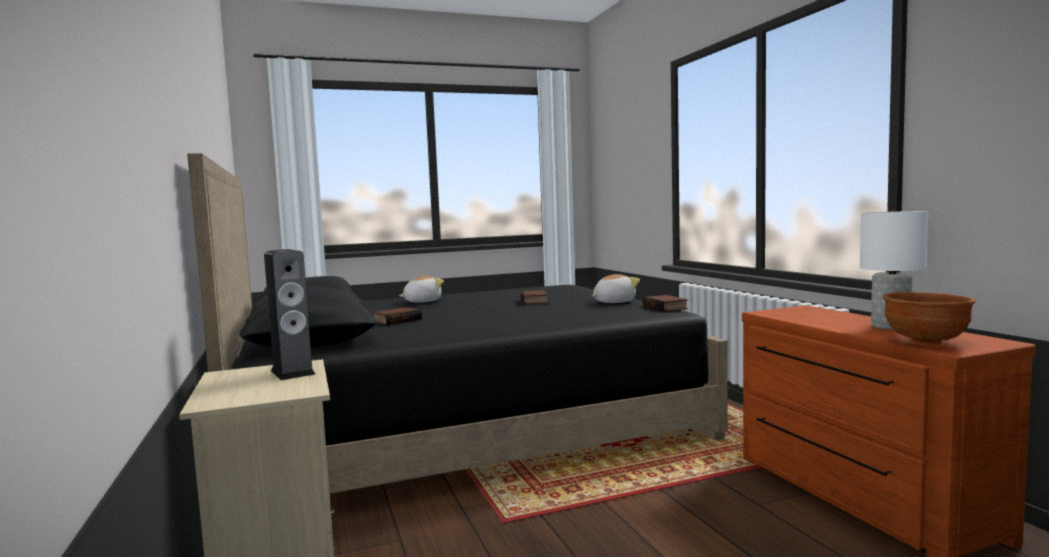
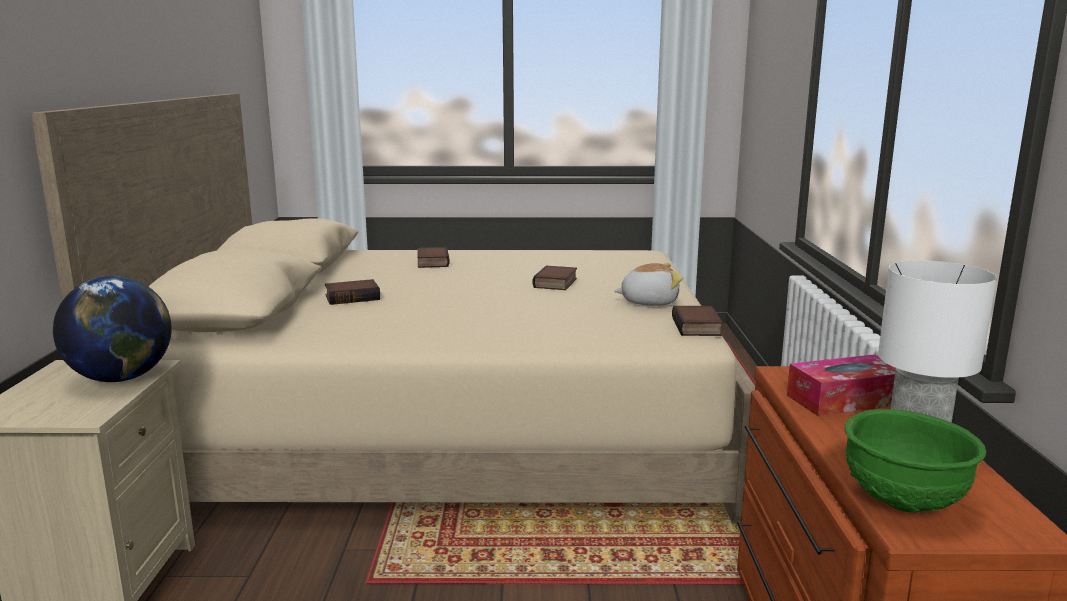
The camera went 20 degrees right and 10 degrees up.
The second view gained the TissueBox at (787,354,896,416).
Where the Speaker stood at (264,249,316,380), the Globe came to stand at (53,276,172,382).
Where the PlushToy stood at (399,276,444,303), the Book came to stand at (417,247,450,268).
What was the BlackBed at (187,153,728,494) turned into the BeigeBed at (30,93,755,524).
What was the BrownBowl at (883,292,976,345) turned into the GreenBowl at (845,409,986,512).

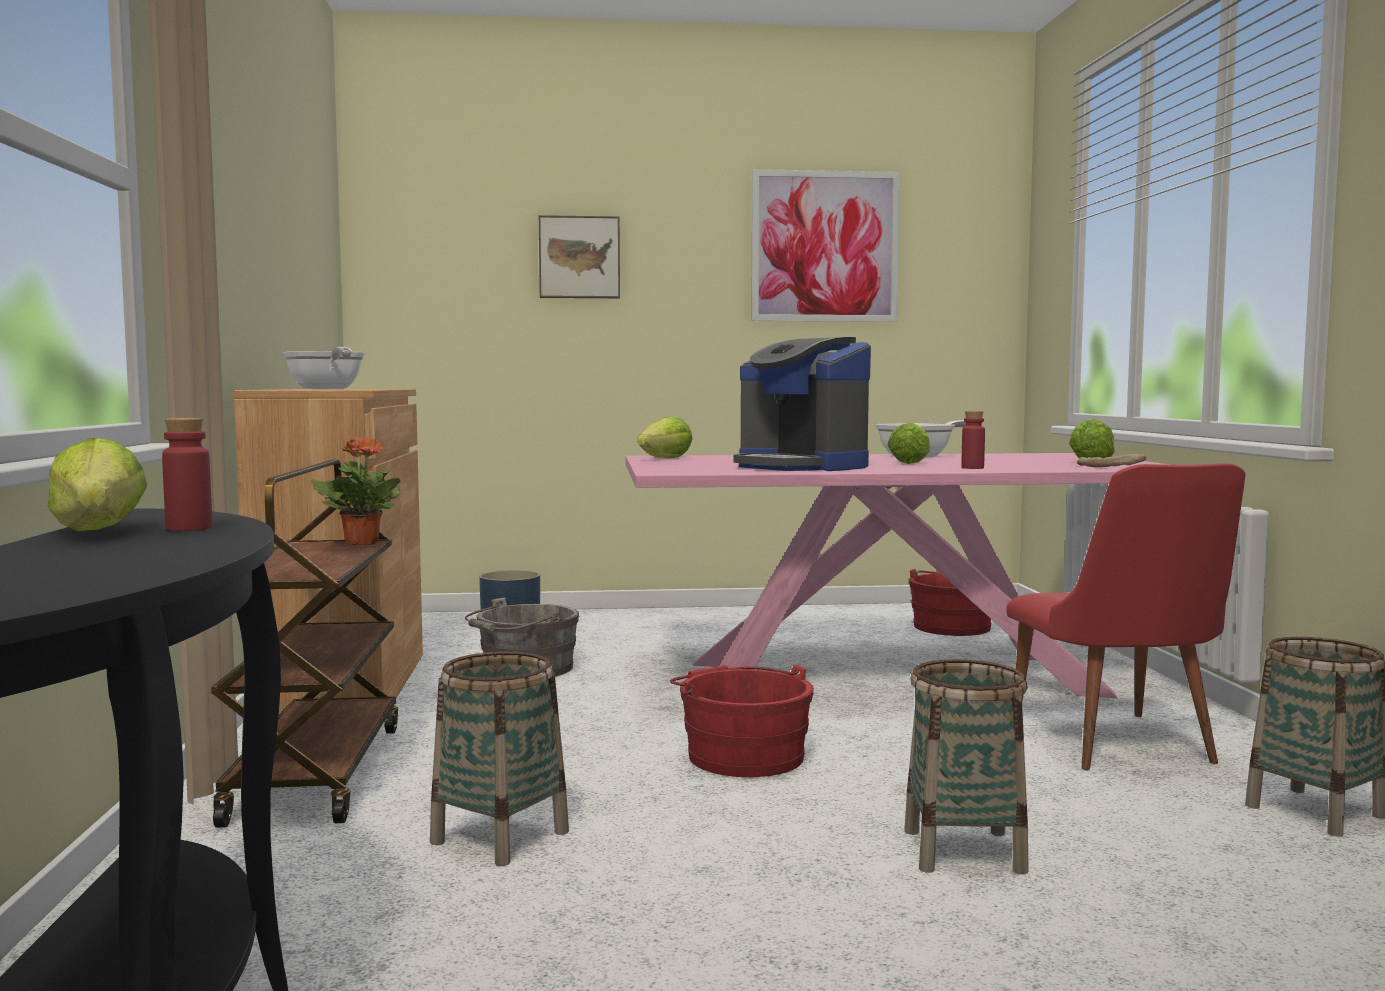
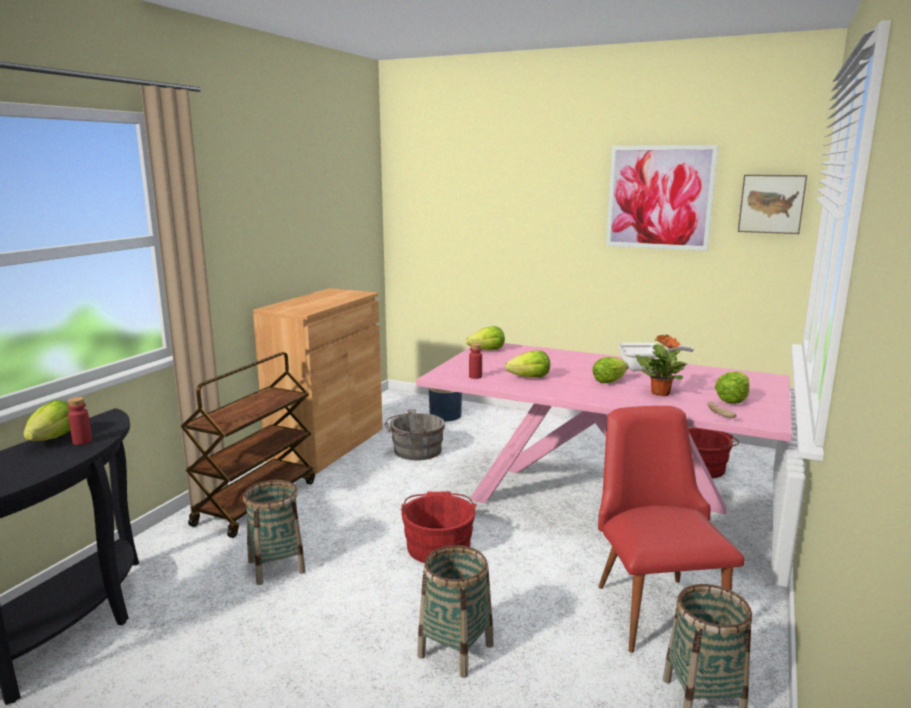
The camera went 30 degrees right and 10 degrees up.
The second view lost the FryingPan at (283,347,365,389).
The PottedPlant ended up elsewhere, having gone from (311,437,401,546) to (636,334,686,396).
The Picture ended up elsewhere, having gone from (539,215,620,298) to (738,175,807,234).
The RedBottle ended up elsewhere, having gone from (961,411,985,469) to (469,343,482,379).
Where the CoffeeMachine stood at (734,337,871,471), the Lettuce came to stand at (505,350,550,378).
The RedChair at (1006,463,1246,770) ended up facing another way, 150 degrees clockwise from before.

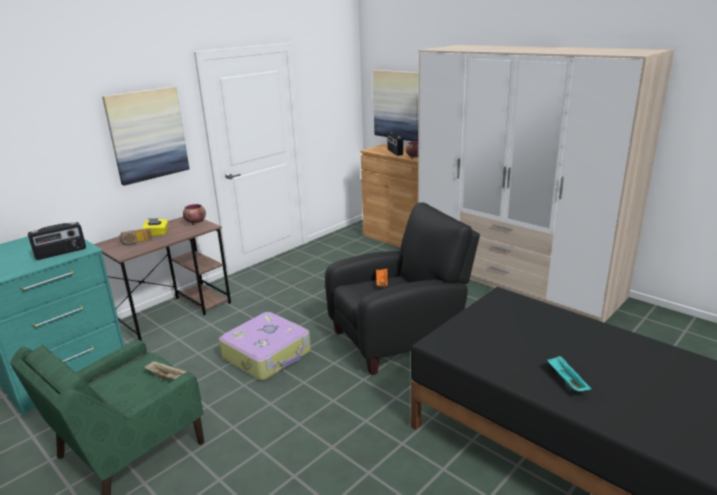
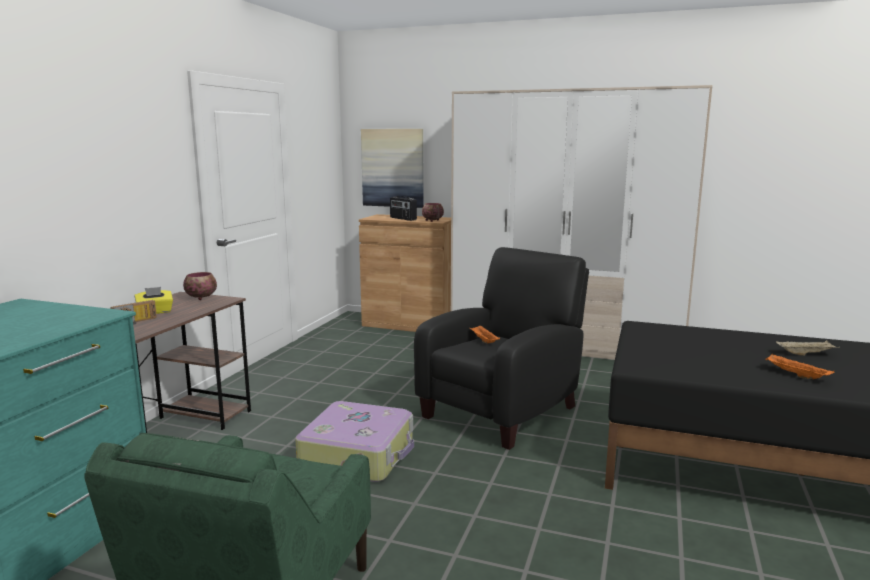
The camera went 25 degrees left and 10 degrees down.
The second view lost the Radio at (28,222,86,260).
The second view lost the Picture at (102,87,190,186).
The BeigeTray ended up elsewhere, having gone from (144,361,187,379) to (776,340,840,356).
What was the TurquoiseTray at (547,356,591,391) turned into the OrangeTray at (765,354,834,379).

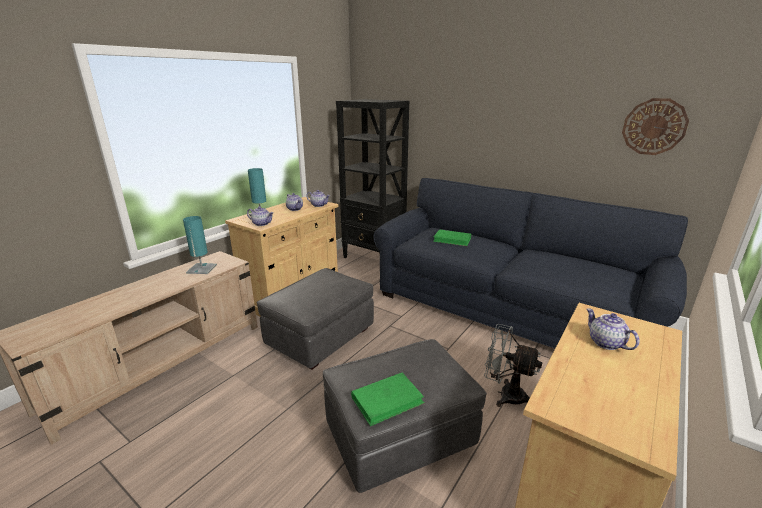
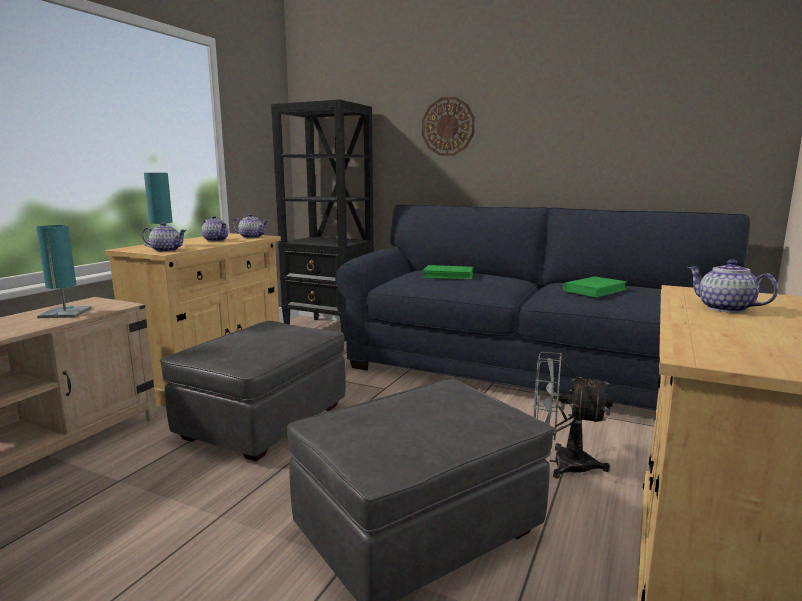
The camera went 10 degrees left and 10 degrees down.
The GreenBook ended up elsewhere, having gone from (351,372,425,426) to (563,276,628,297).
The WallClock ended up elsewhere, having gone from (622,98,689,155) to (422,97,475,156).

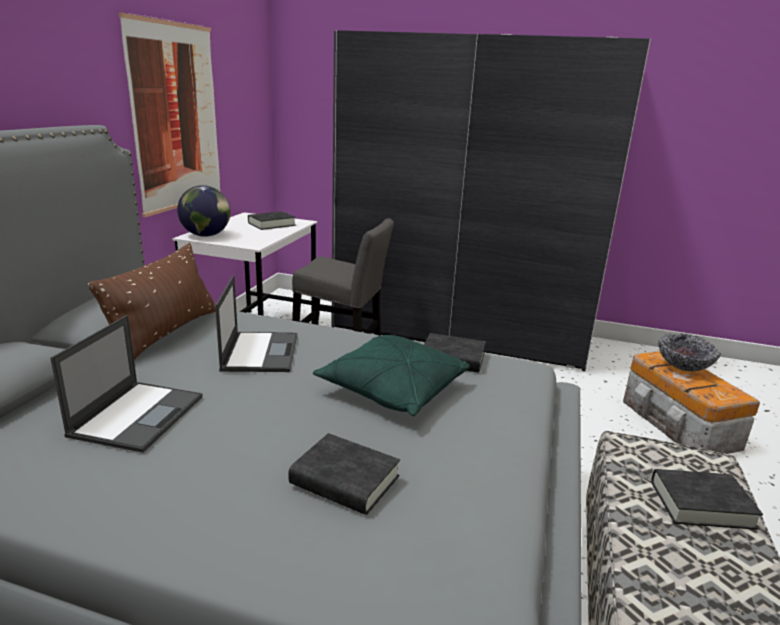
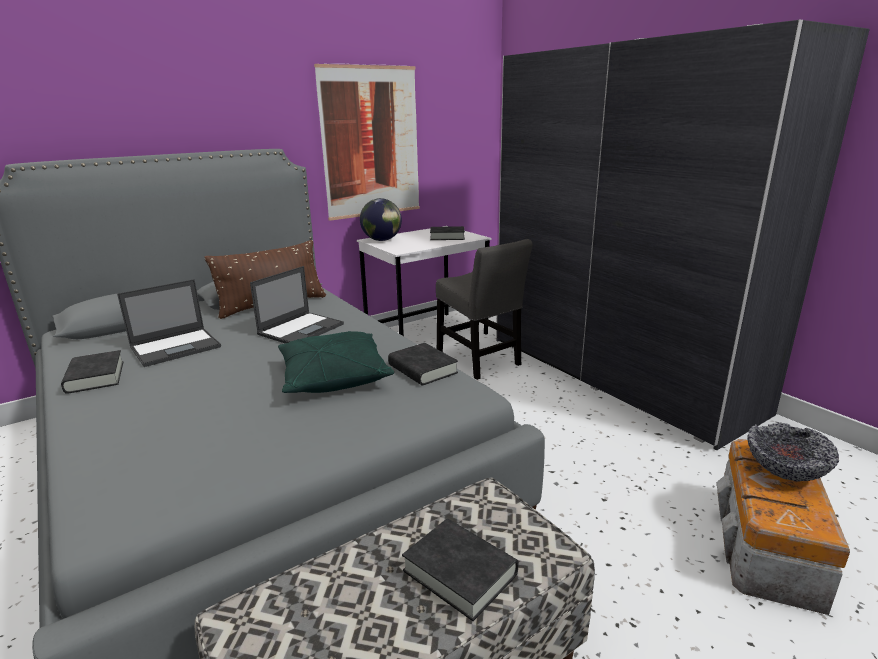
The camera went 40 degrees right and 0 degrees up.
The BlackBook ended up elsewhere, having gone from (288,433,400,515) to (61,350,124,394).

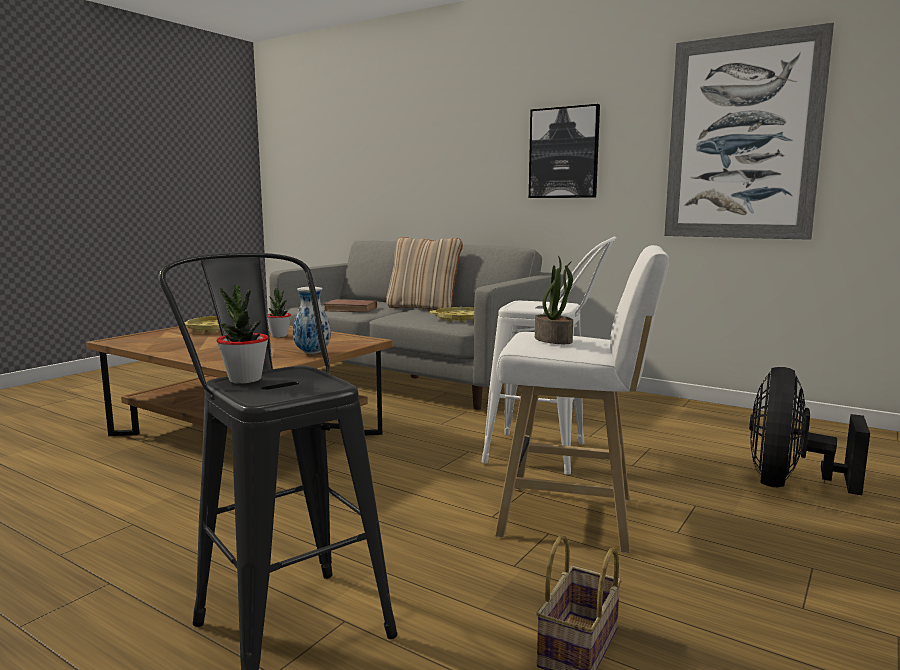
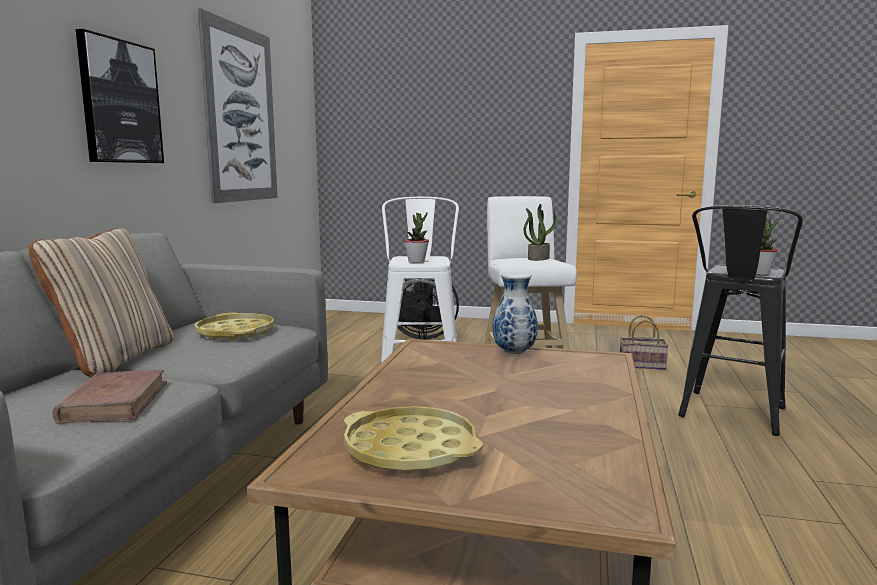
The camera went 110 degrees left and 0 degrees up.
The PottedPlant ended up elsewhere, having gone from (267,288,291,338) to (404,213,429,263).

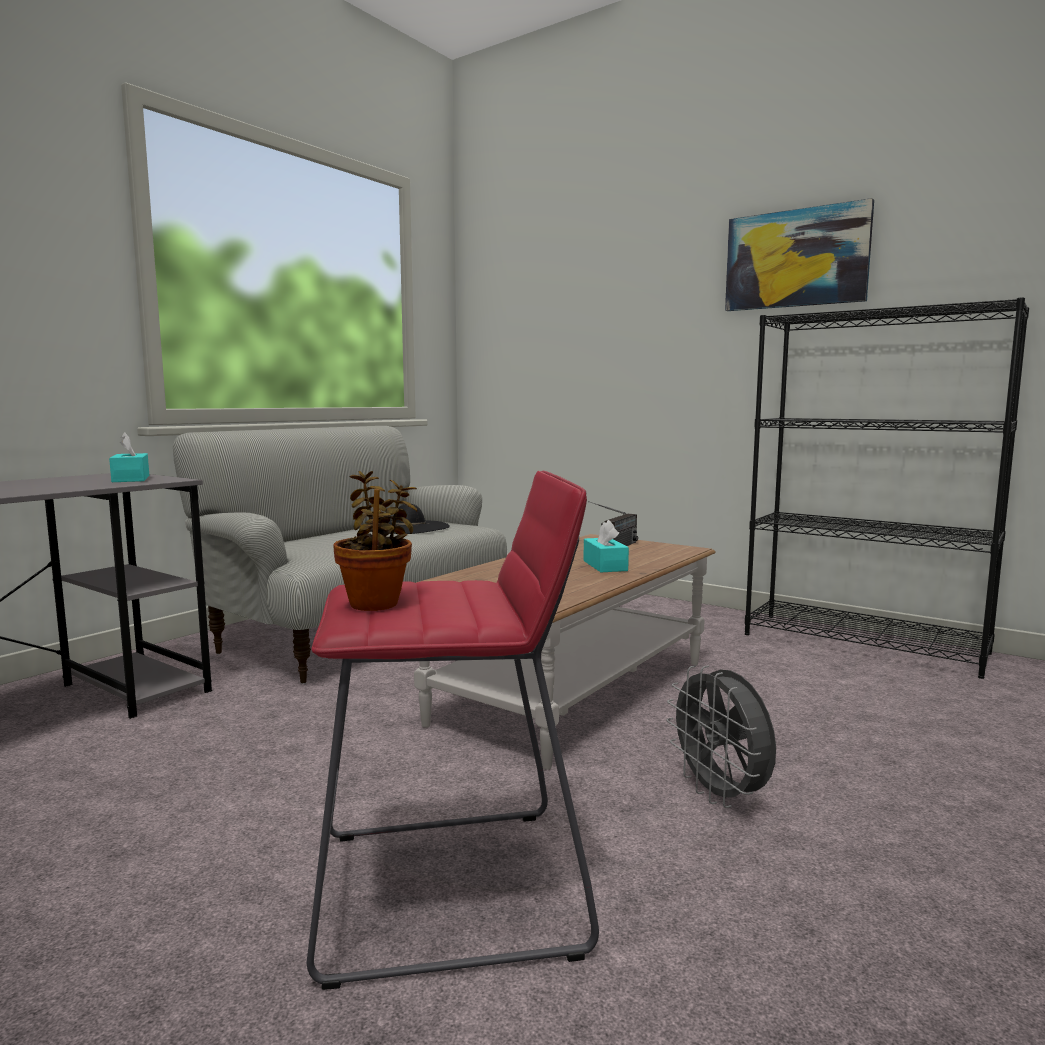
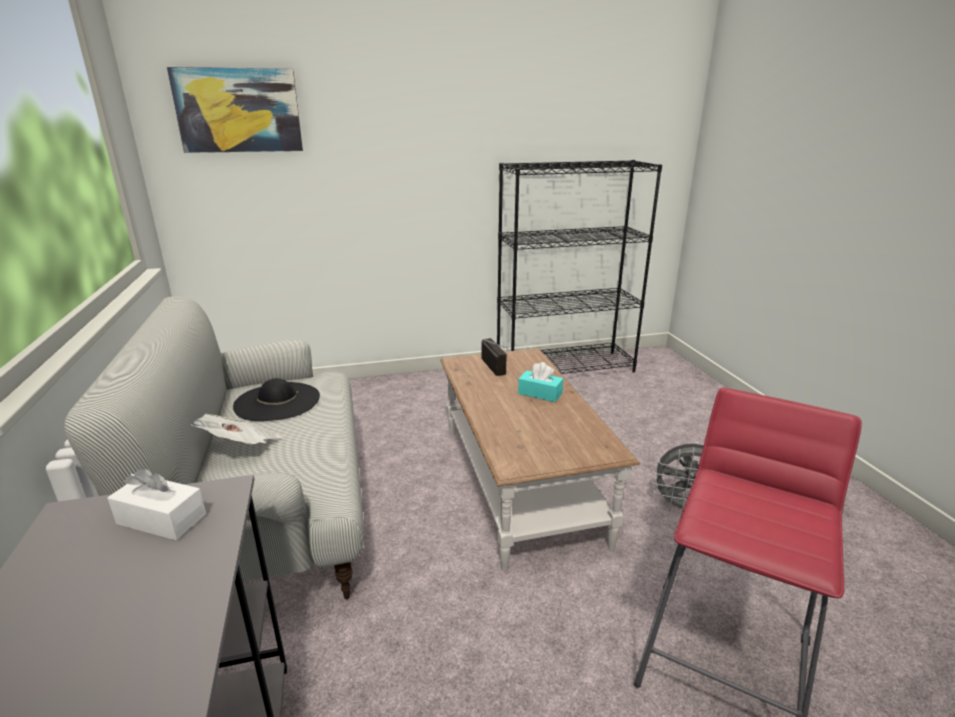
The camera went 50 degrees left and 15 degrees up.
The second view lost the PottedPlant at (333,471,417,611).
The second view gained the Newspaper at (191,414,282,445).
The Picture ended up elsewhere, having gone from (725,198,874,311) to (167,67,303,153).
What was the TurquoiseTissueBox at (109,432,149,482) turned into the WhiteTissueBox at (108,467,206,540).

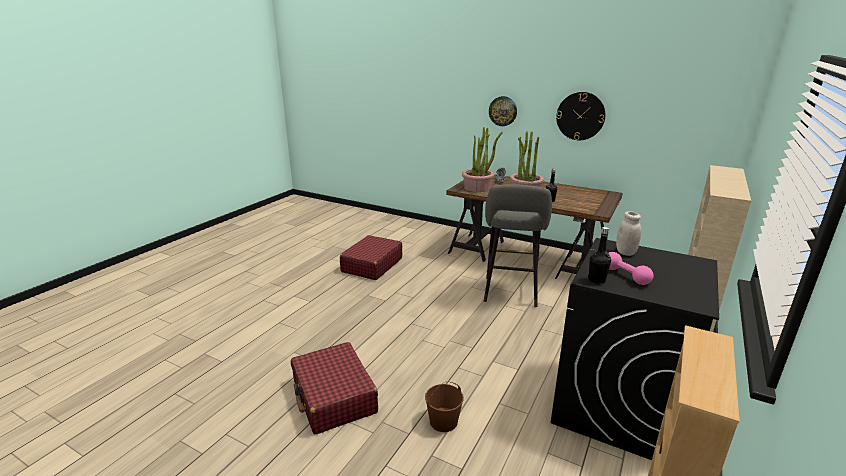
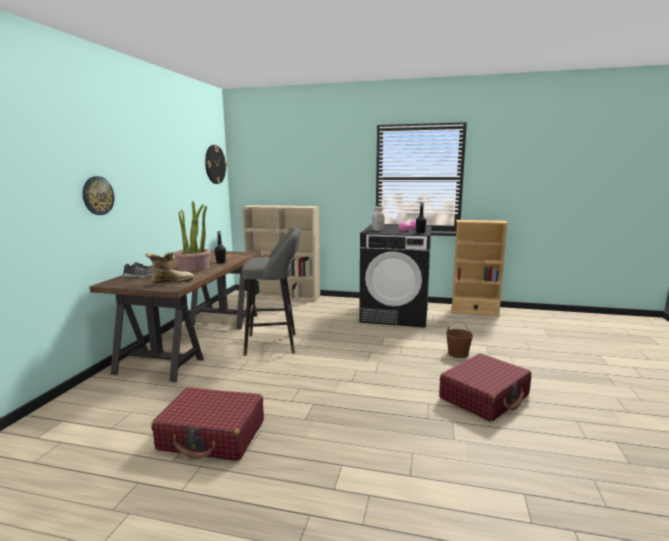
The camera went 105 degrees left and 10 degrees down.
The WallClock ended up elsewhere, having gone from (556,92,605,140) to (205,145,227,184).
Where the PottedPlant stood at (462,127,503,192), the Boot came to stand at (146,252,194,283).

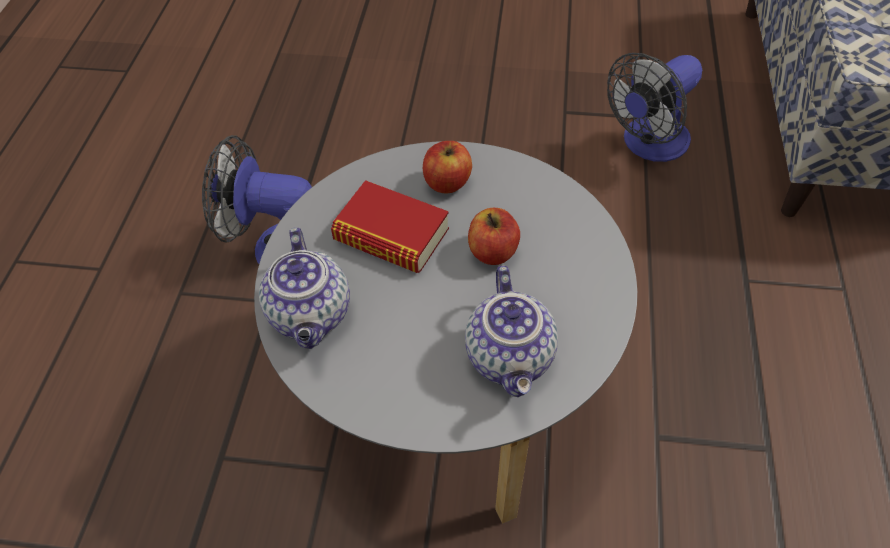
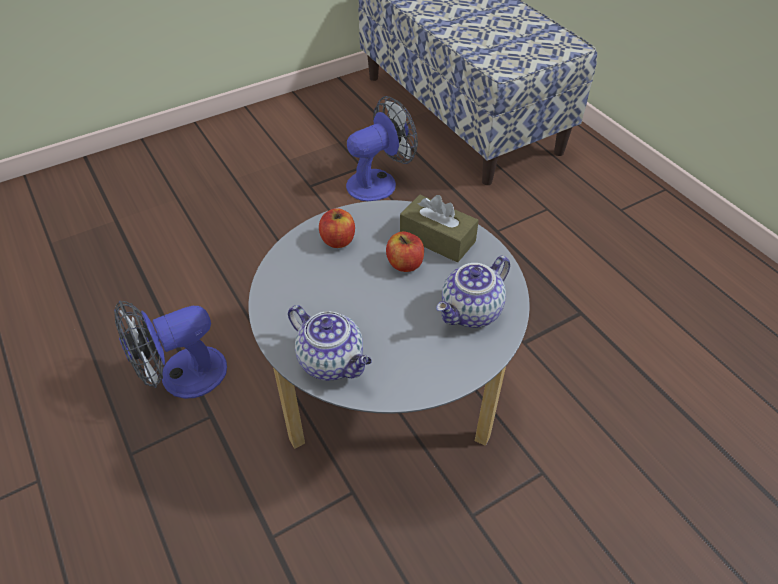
The camera went 40 degrees left and 5 degrees down.
The second view lost the Book at (331,180,449,273).
The second view gained the BrownTissueBox at (400,195,479,262).
The Teapot at (465,266,558,397) ended up facing another way, 90 degrees clockwise from before.
The Fan at (607,53,702,162) ended up facing another way, 135 degrees counterclockwise from before.

